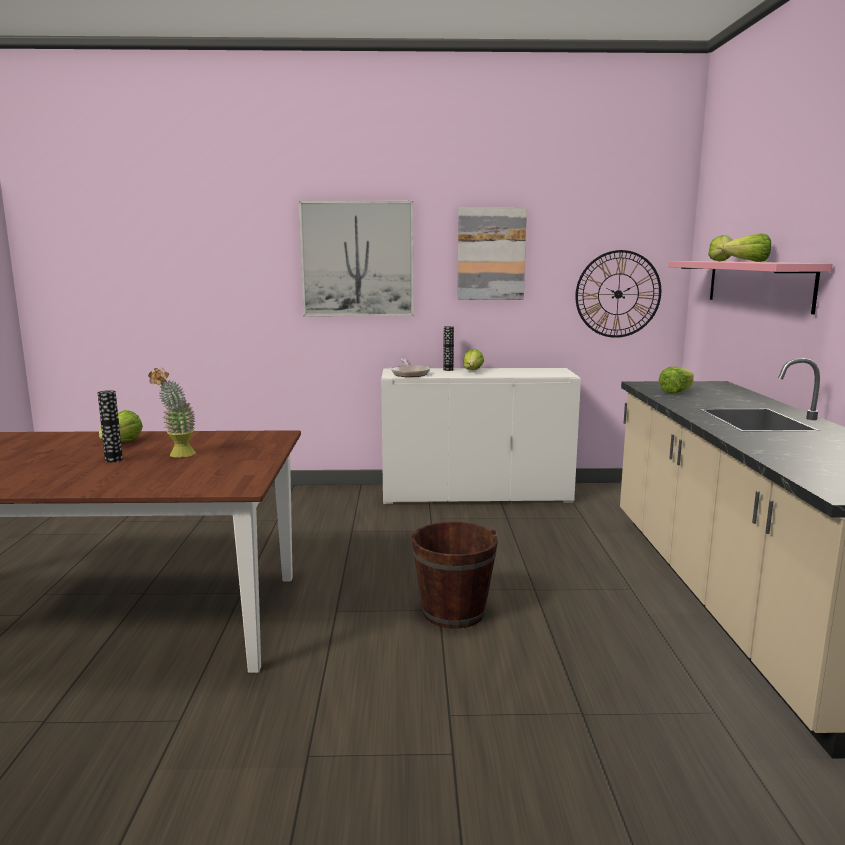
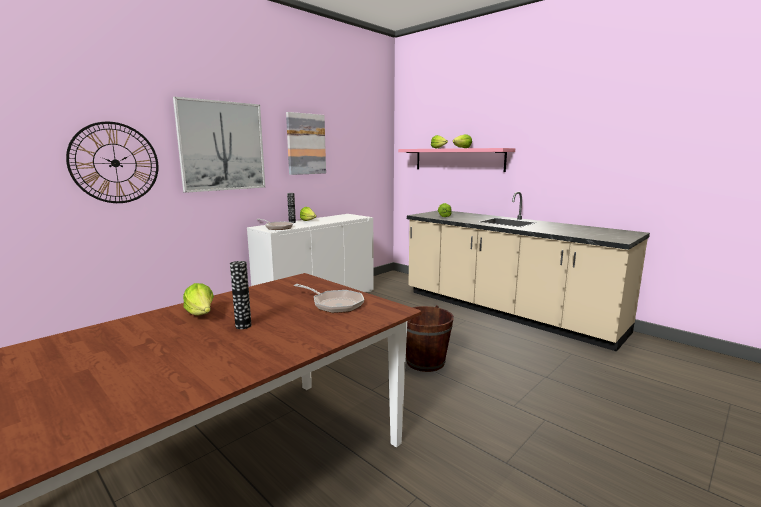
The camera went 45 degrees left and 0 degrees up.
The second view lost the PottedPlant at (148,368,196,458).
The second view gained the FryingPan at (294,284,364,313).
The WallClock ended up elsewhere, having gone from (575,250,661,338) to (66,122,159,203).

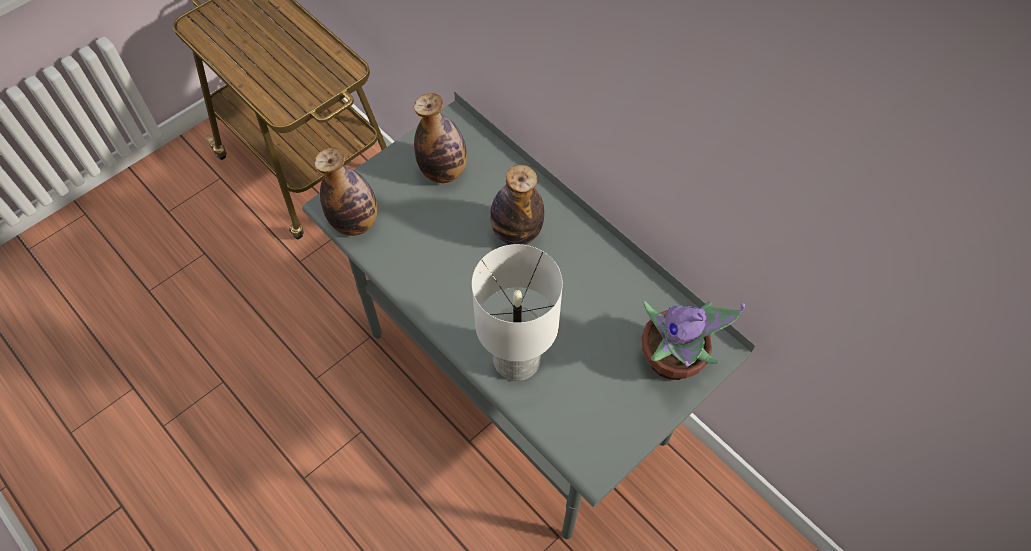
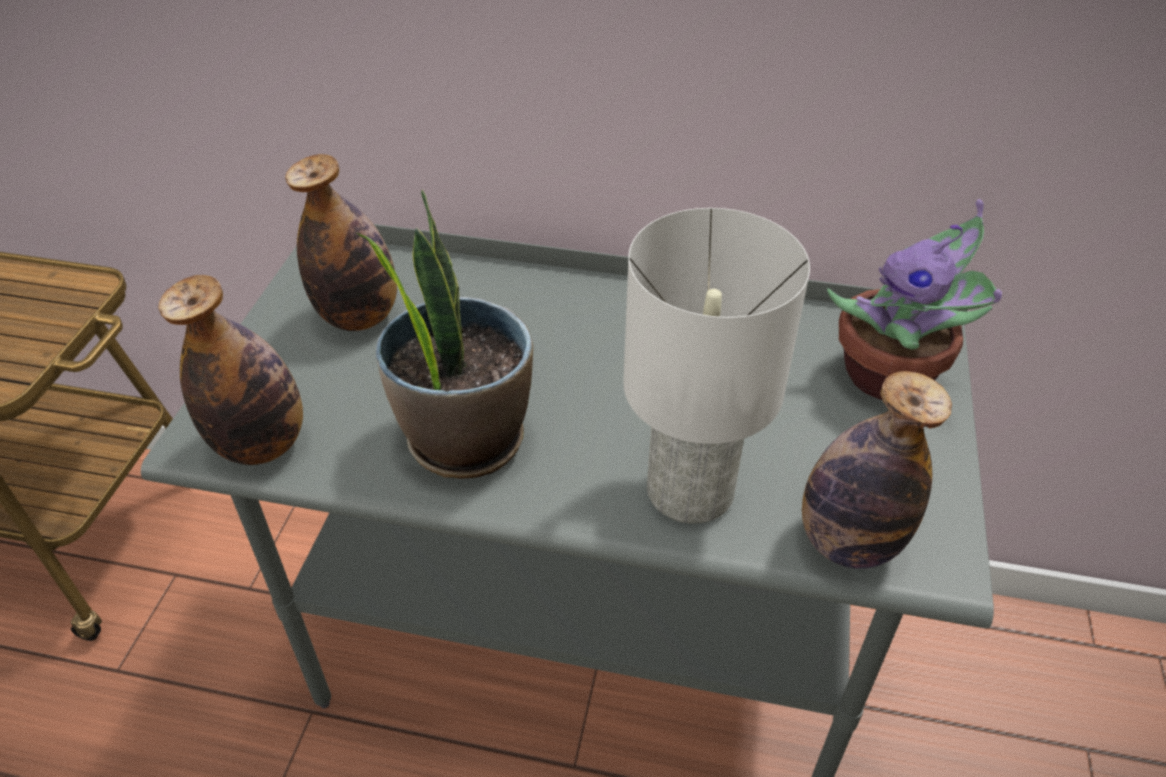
The camera went 35 degrees left and 15 degrees down.
The second view gained the PottedPlant at (357,190,533,479).
The Bottle ended up elsewhere, having gone from (490,165,544,245) to (802,371,952,569).

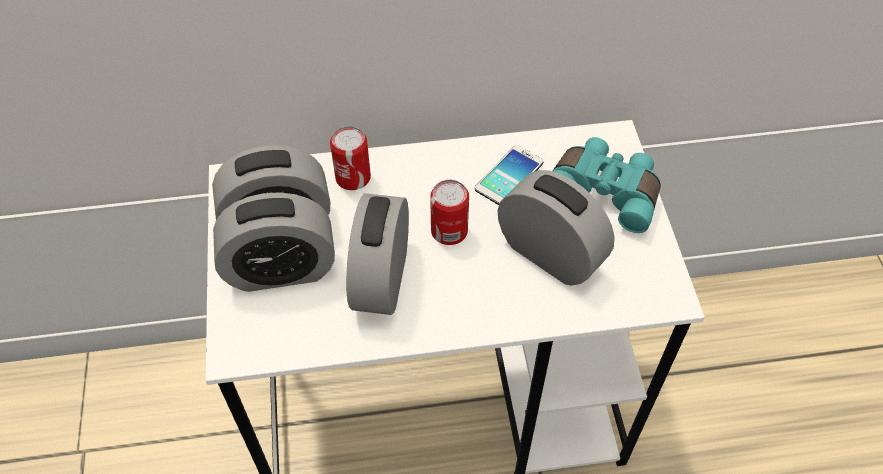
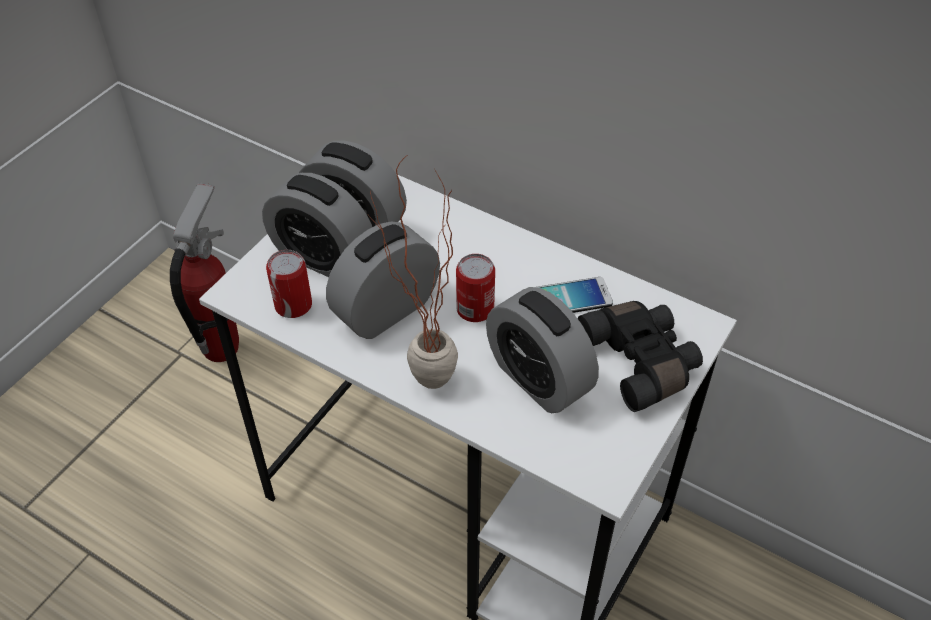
The camera went 40 degrees right and 5 degrees down.
The second view gained the FireExtinguisher at (170,182,239,362).
The second view gained the PottedPlant at (368,154,458,389).
The Can ended up elsewhere, having gone from (330,126,371,190) to (266,250,312,318).
What was the TurquoiseBinoculars at (552,137,661,233) turned into the BlackBinoculars at (578,301,703,412).
The AlarmClock at (498,170,615,285) ended up facing another way, 150 degrees clockwise from before.

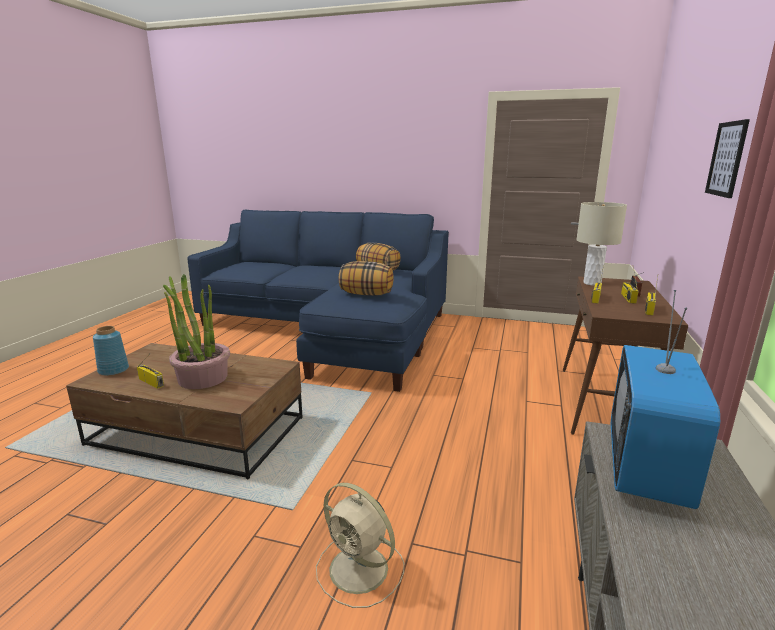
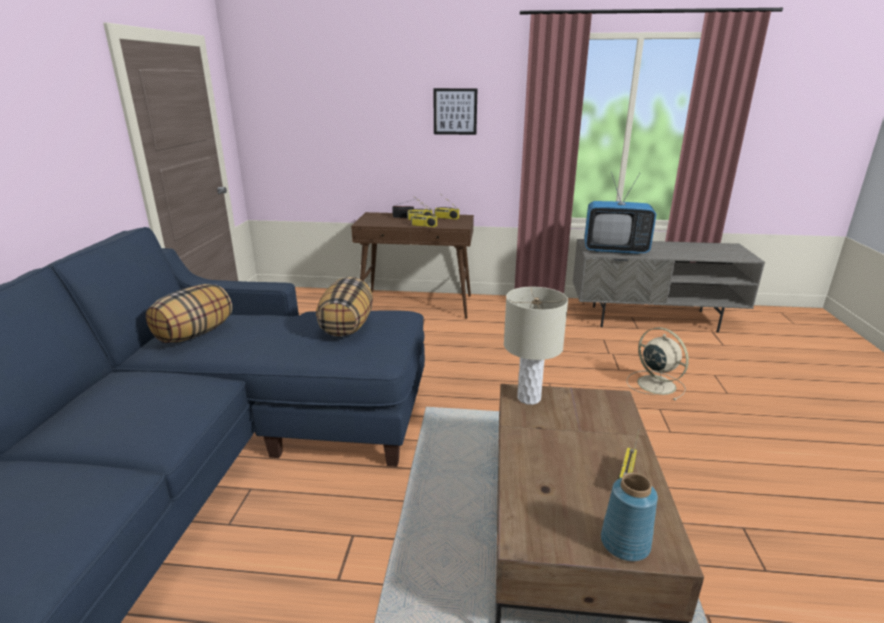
The camera went 100 degrees left and 5 degrees up.
The second view lost the PottedPlant at (163,274,230,389).
The BeigeTableLamp ended up elsewhere, having gone from (576,202,627,286) to (504,287,568,405).
The BeigeFan at (316,483,404,608) ended up facing another way, 60 degrees counterclockwise from before.

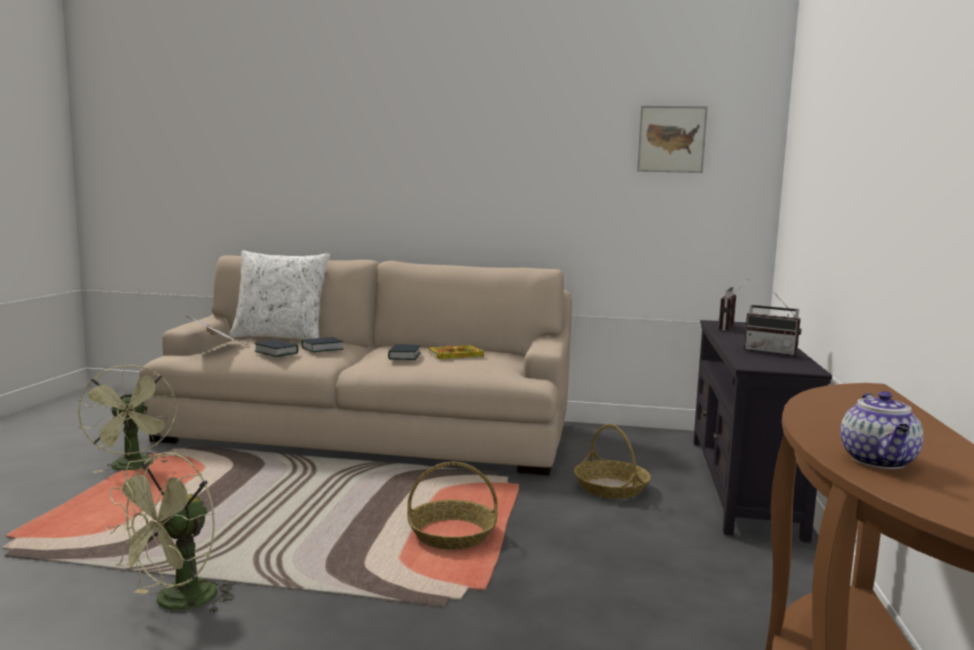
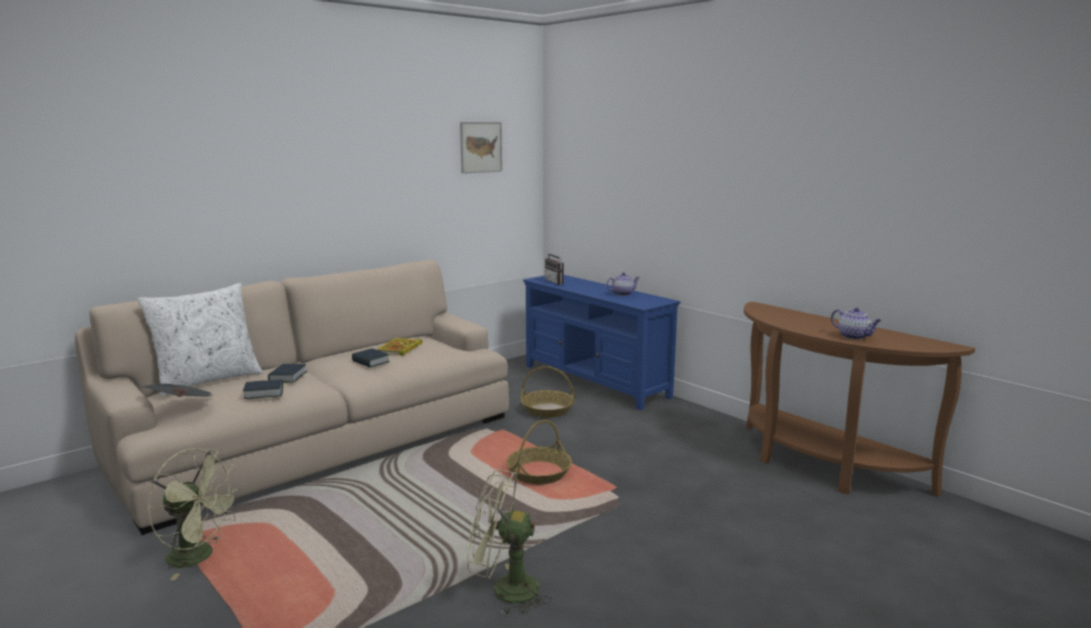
The camera went 50 degrees left and 5 degrees up.
Where the Radio stood at (744,292,801,356), the Teapot came to stand at (606,272,640,296).
What was the BlackTvStand at (693,320,832,543) turned into the BlueTvStand at (523,275,681,410).
The GreenFan at (105,452,235,613) ended up facing another way, 120 degrees clockwise from before.

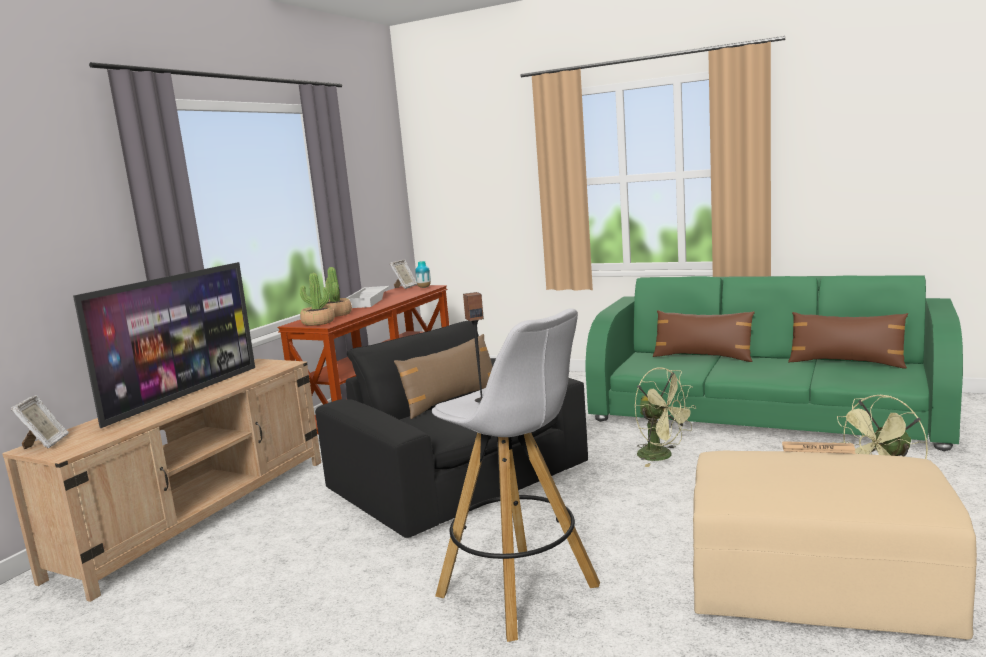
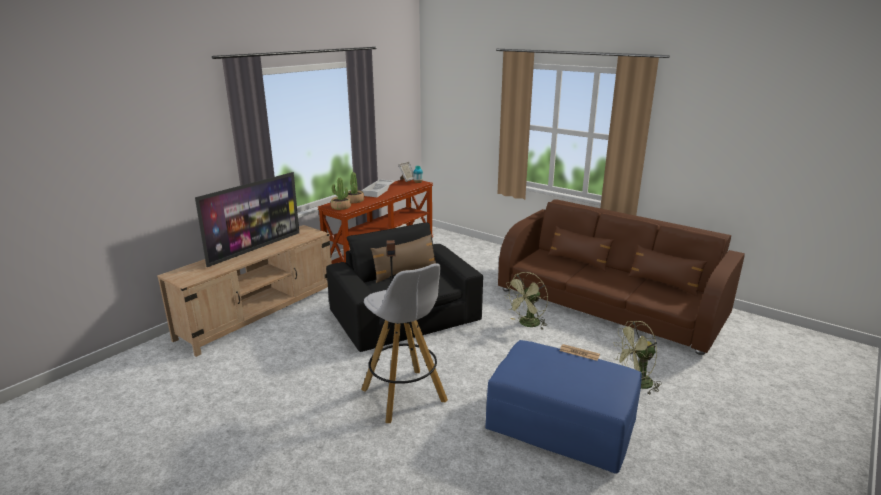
The camera went 10 degrees right and 10 degrees up.
The second view lost the PictureFrame at (11,395,69,449).
What was the GreenSofa at (585,275,963,451) turned into the BrownSofa at (498,199,745,355).
What was the BeigeOttoman at (693,450,977,639) turned into the BlueOttoman at (485,340,642,474).
The GreenFan at (635,367,696,467) ended up facing another way, 75 degrees clockwise from before.

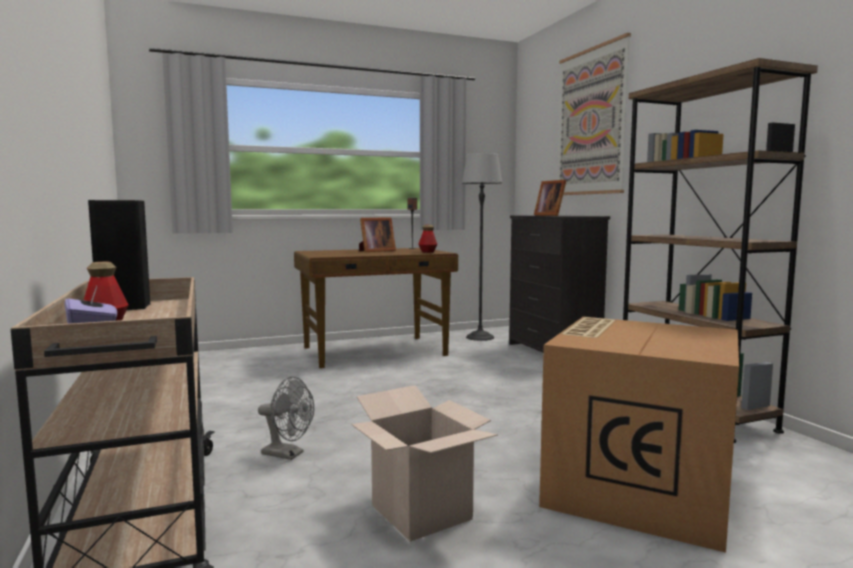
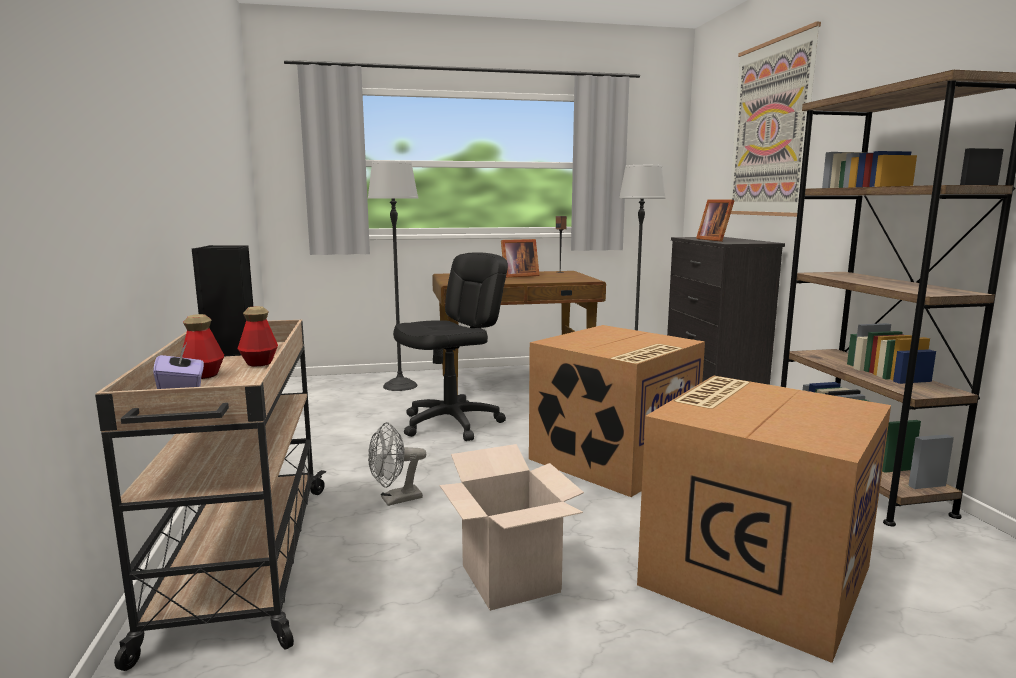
The camera went 10 degrees right and 5 degrees up.
The second view gained the FloorLamp at (368,161,418,391).
The second view gained the BlackOfficeChair at (393,252,508,441).
The second view gained the CardboardBox at (529,325,705,497).
The Bottle ended up elsewhere, having gone from (418,225,437,253) to (237,306,278,366).
The GreyFan at (258,377,314,460) ended up facing another way, 120 degrees clockwise from before.

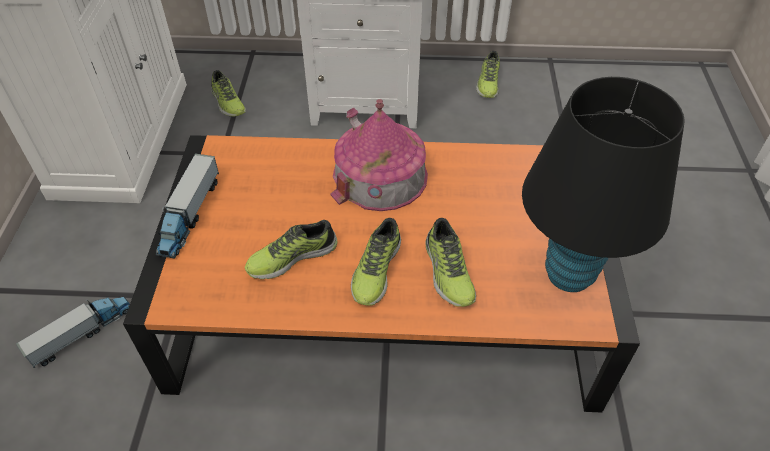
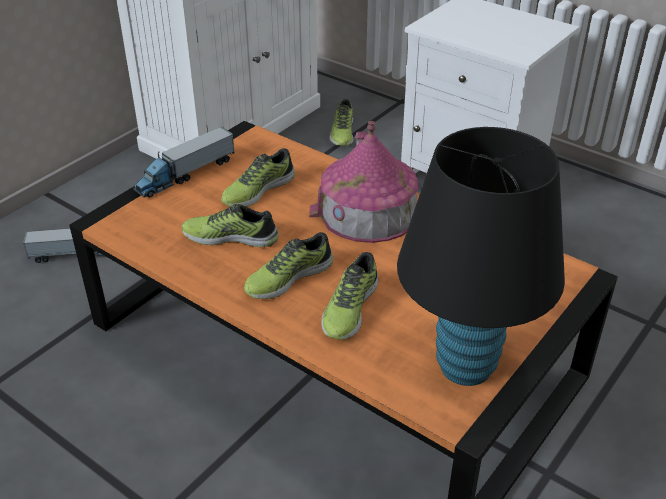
The camera went 35 degrees right and 10 degrees down.
The Shoe ended up elsewhere, having gone from (476,51,500,98) to (221,148,295,207).

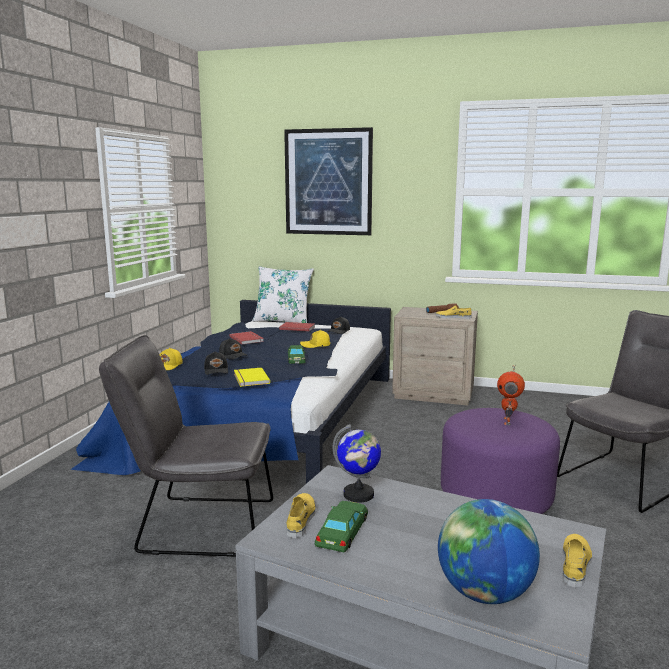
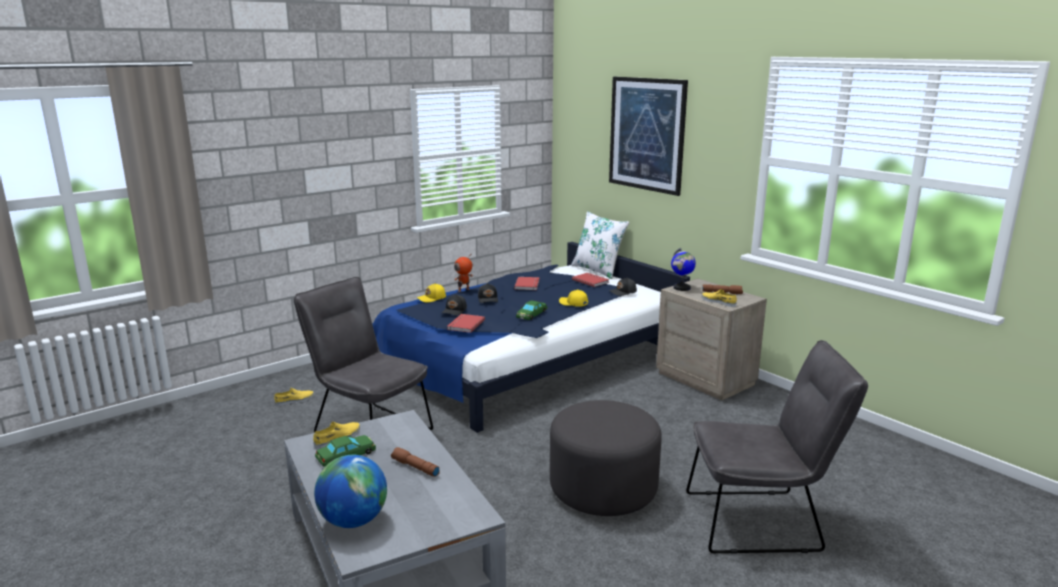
The camera went 35 degrees right and 5 degrees up.
The second view gained the BrownFlashlight at (391,447,440,477).
The Globe ended up elsewhere, having gone from (333,424,381,503) to (671,248,696,291).
The ToyRobot ended up elsewhere, having gone from (497,365,525,425) to (454,254,473,292).
The YellowShoe ended up elsewhere, having gone from (562,534,592,587) to (274,388,314,406).
What was the YellowBook at (234,368,270,387) turned into the RedBook at (447,314,485,333).
What was the PurpleOttoman at (441,408,560,514) turned into the GreyOttoman at (550,400,662,516).

